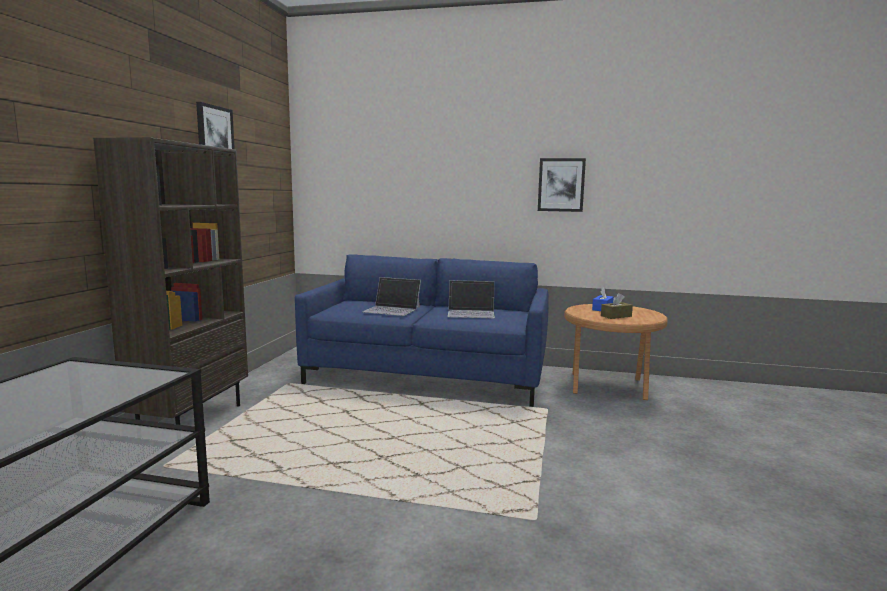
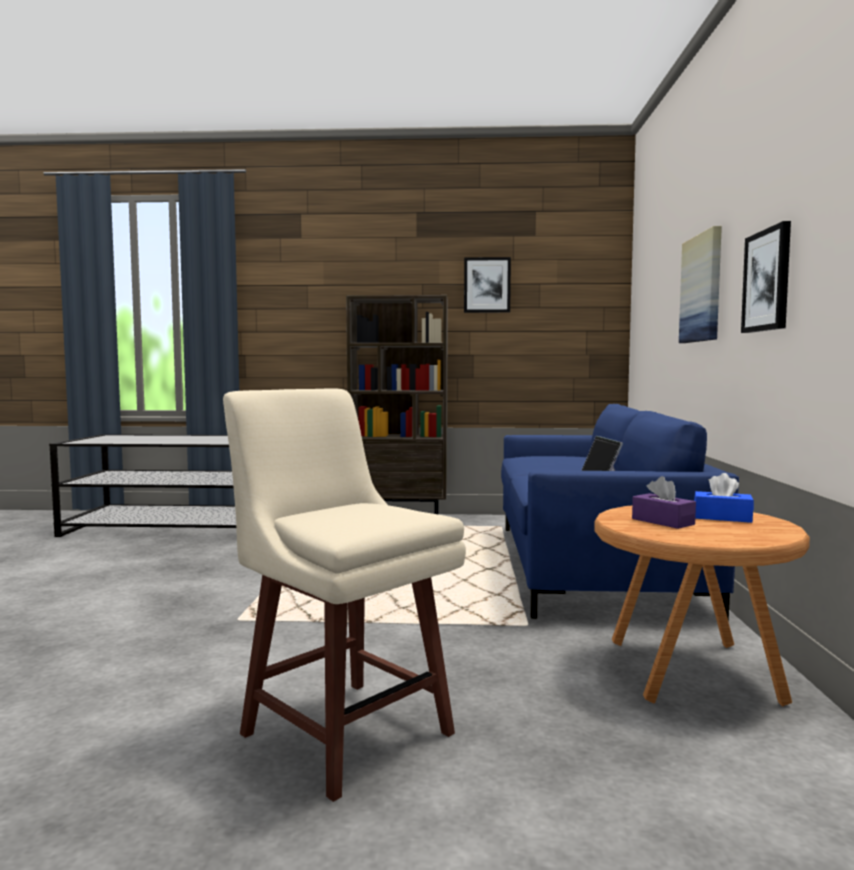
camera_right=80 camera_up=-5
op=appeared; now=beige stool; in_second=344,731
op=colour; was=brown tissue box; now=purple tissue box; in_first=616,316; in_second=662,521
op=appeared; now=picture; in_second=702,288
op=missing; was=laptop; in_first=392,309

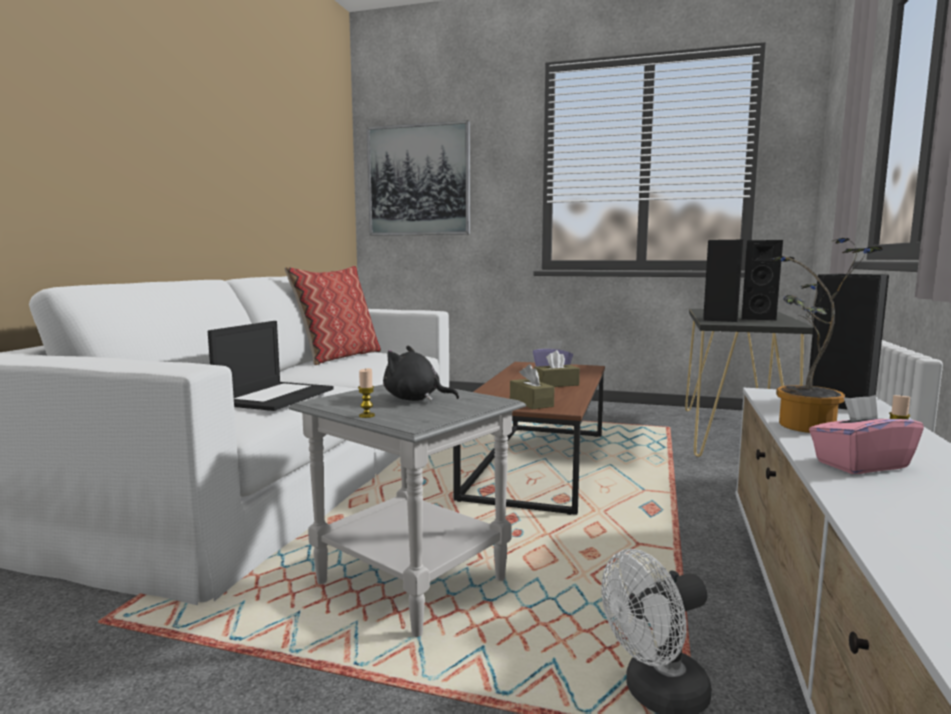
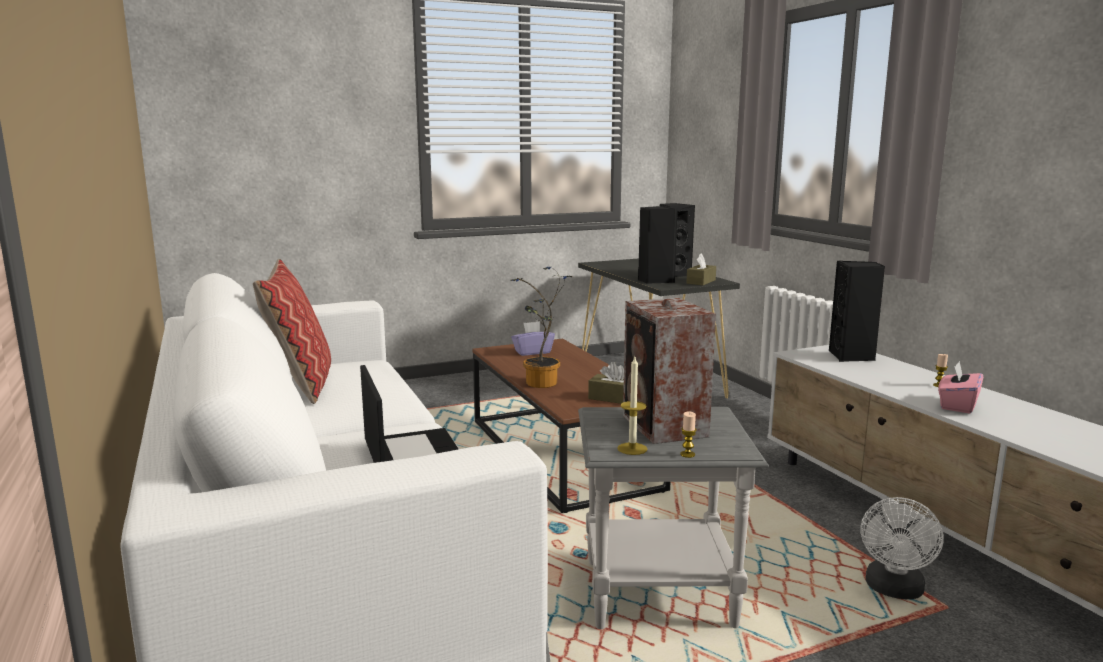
camera_right=-40 camera_up=5
op=relocated; was=potted plant; in_first=804,428; in_second=541,385
op=appeared; now=candle; in_second=632,449
op=exchanged; was=black plush toy; now=speaker; in_first=415,399; in_second=664,427
op=relocated; was=brown tissue box; in_first=556,384; in_second=701,282
op=missing; was=picture; in_first=419,180

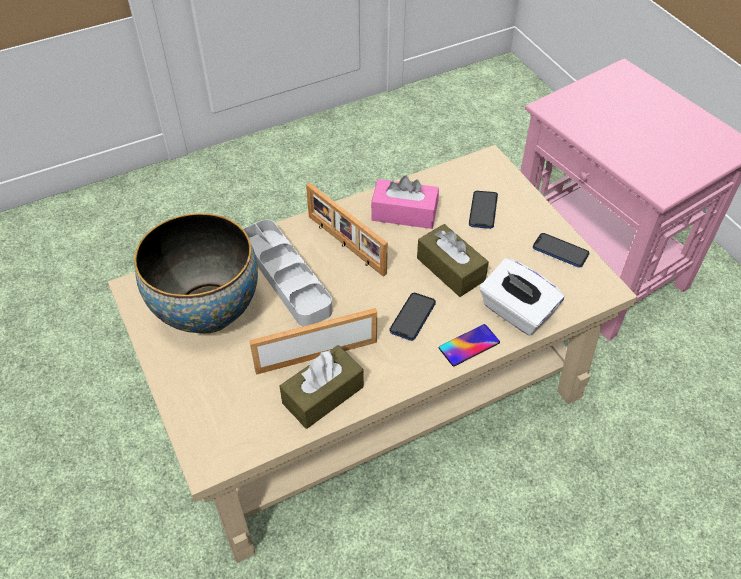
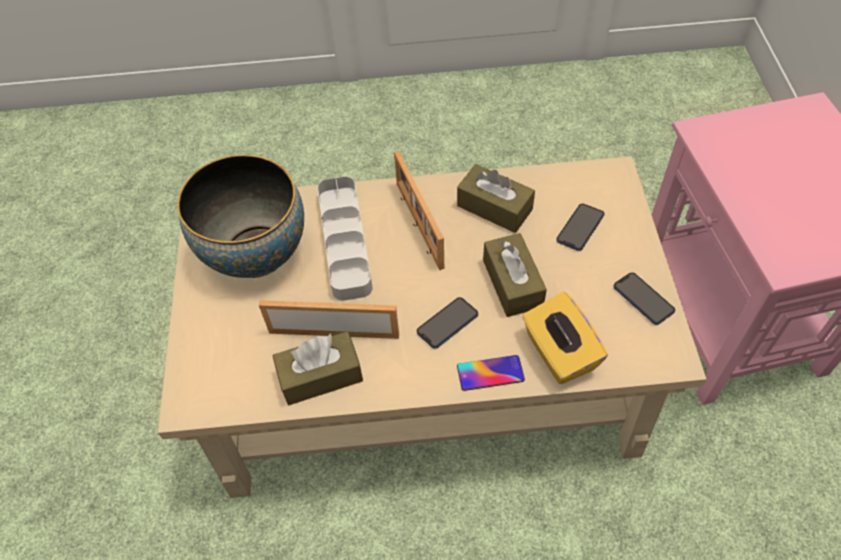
camera_right=25 camera_up=5
op=colour; was=pink tissue box; now=brown tissue box; in_first=404,213; in_second=494,207
op=colour; was=white tissue box; now=yellow tissue box; in_first=516,312; in_second=559,353

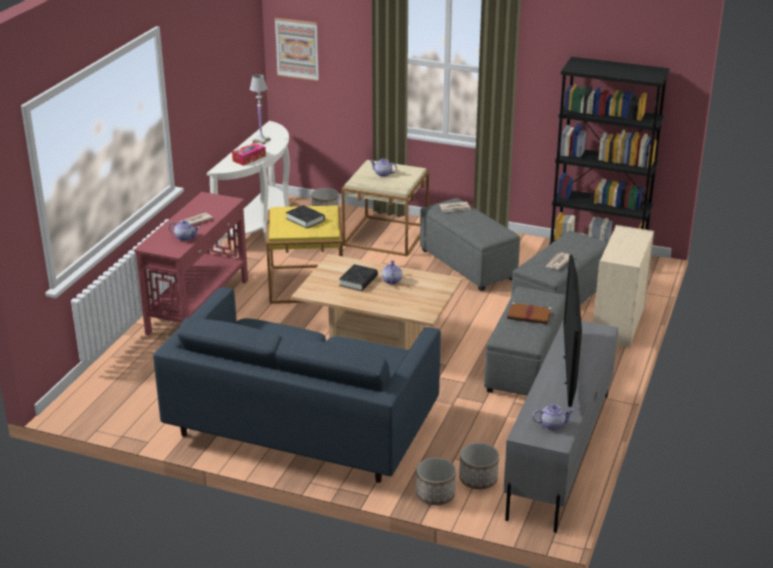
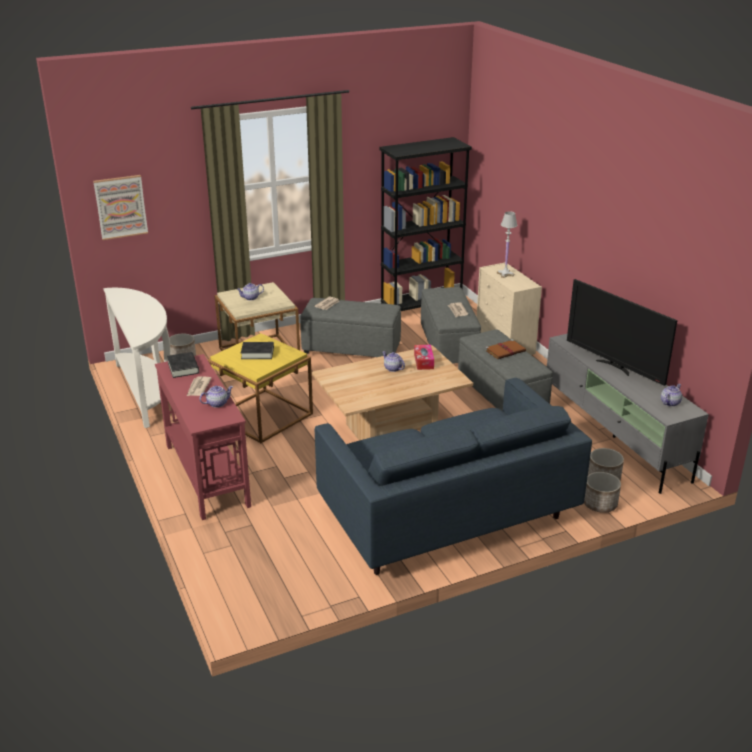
camera_right=-45 camera_up=0
op=relocated; was=black book; in_first=358,281; in_second=183,368
op=relocated; was=tissue box; in_first=249,158; in_second=423,361
op=relocated; was=white table lamp; in_first=261,140; in_second=505,274

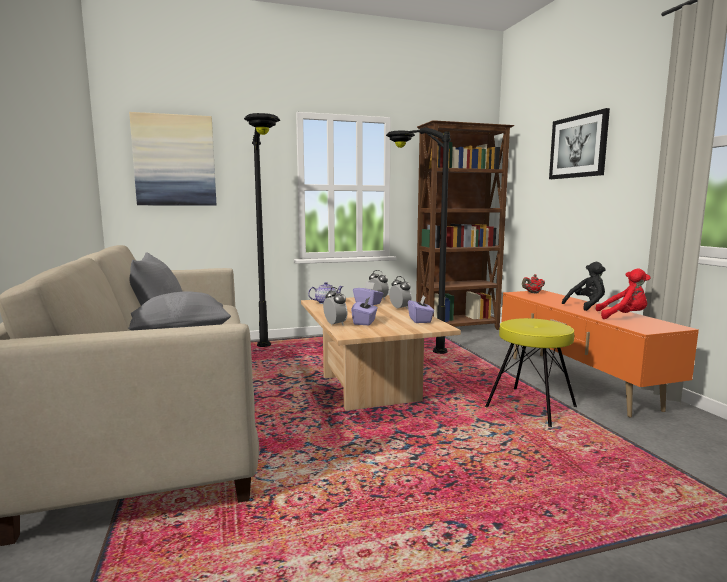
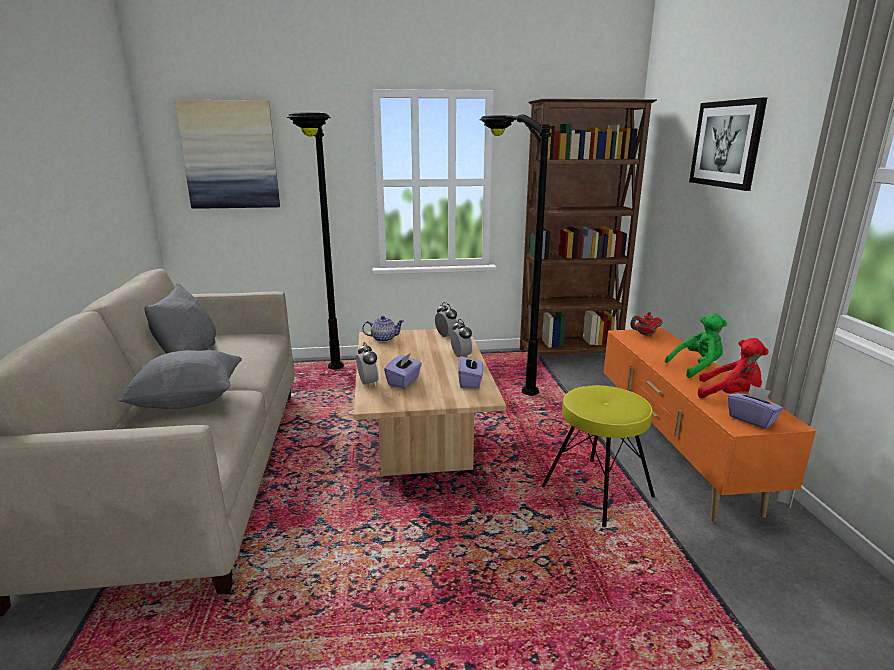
camera_right=10 camera_up=10
op=colour; was=black plush toy; now=green plush toy; in_first=586,306; in_second=697,368
op=relocated; was=purple tissue box; in_first=368,303; in_second=751,419

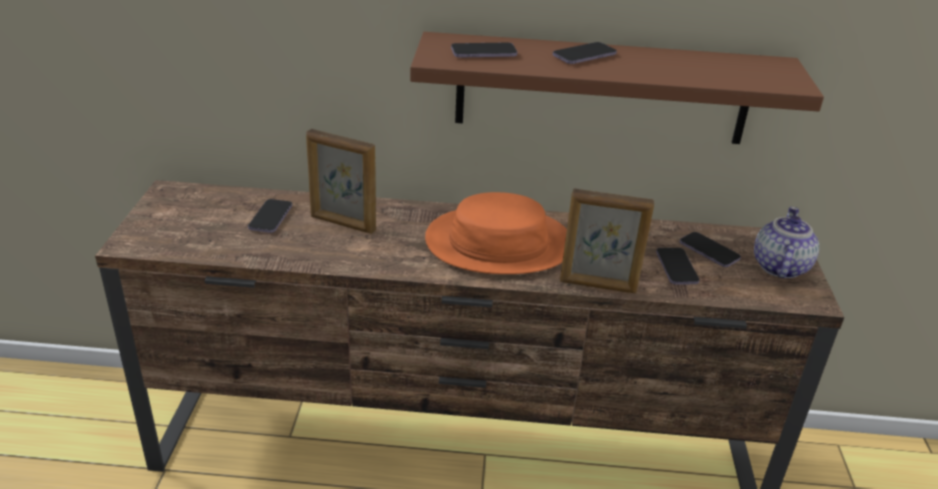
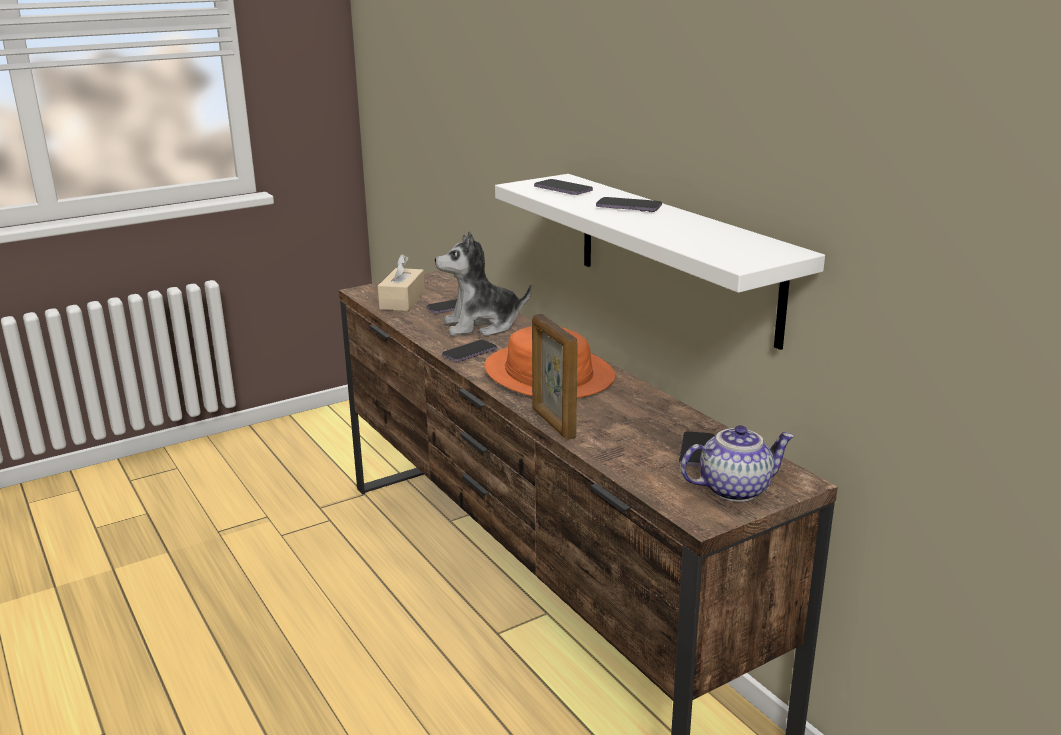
camera_right=55 camera_up=-10
op=appeared; now=beige tissue box; in_second=402,301
op=exchanged; was=picture frame; now=plush toy; in_first=342,224; in_second=482,326
op=relocated; was=phone; in_first=676,268; in_second=469,353
op=colour; was=brown shelf; now=white shelf; in_first=602,89; in_second=675,255

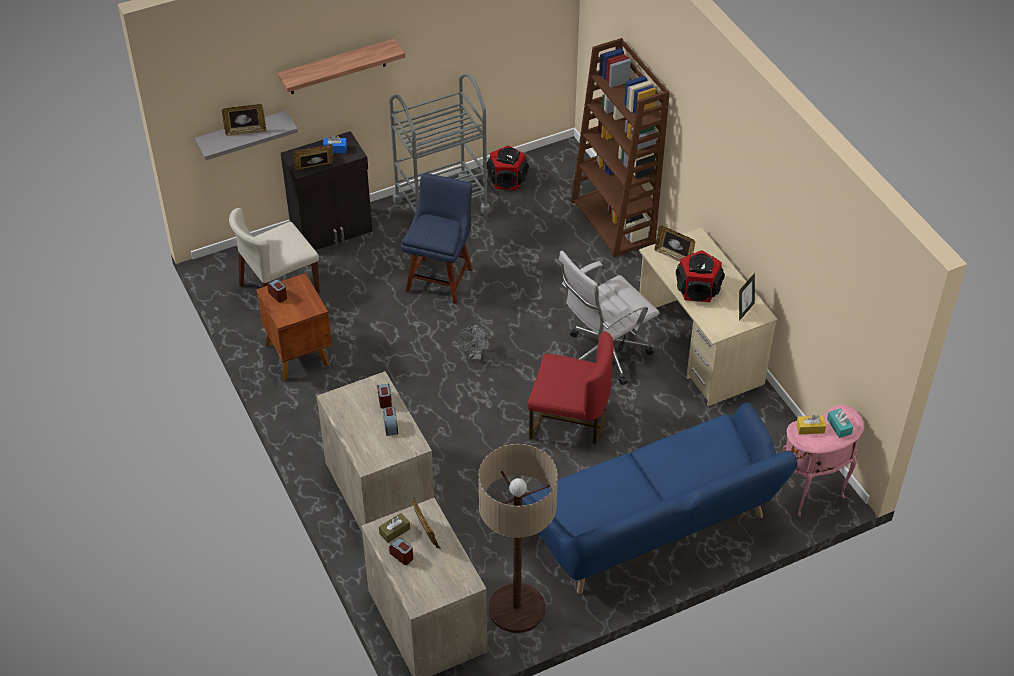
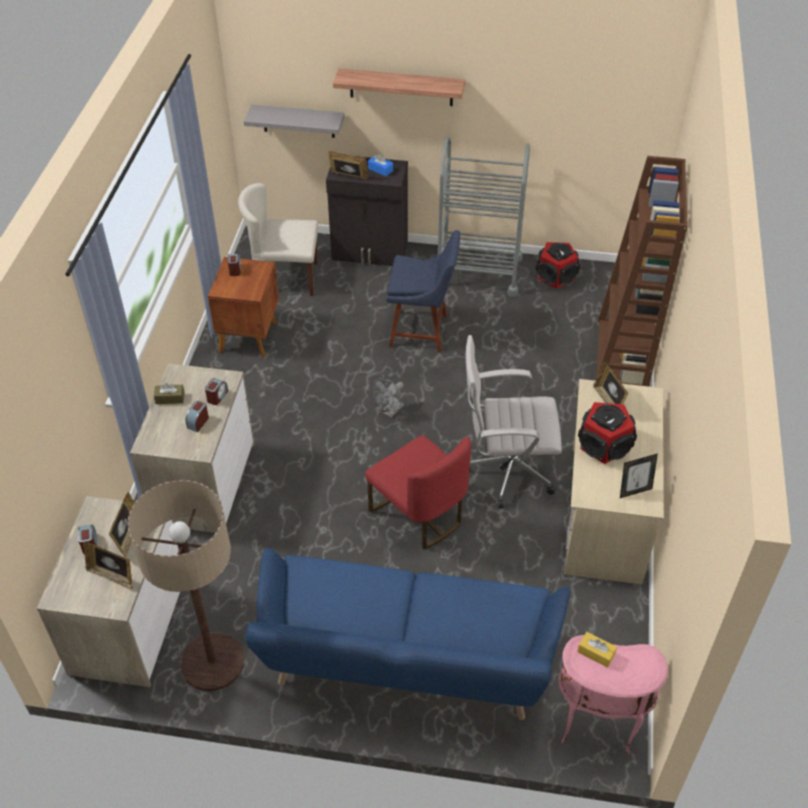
camera_right=35 camera_up=0
op=relocated; was=picture frame; in_first=245,131; in_second=112,576
op=relocated; was=brown tissue box; in_first=394,531; in_second=170,398
op=spun; was=blue chair; in_first=440,278; in_second=422,331; clockwise=45
op=missing; was=turquoise tissue box; in_first=839,426

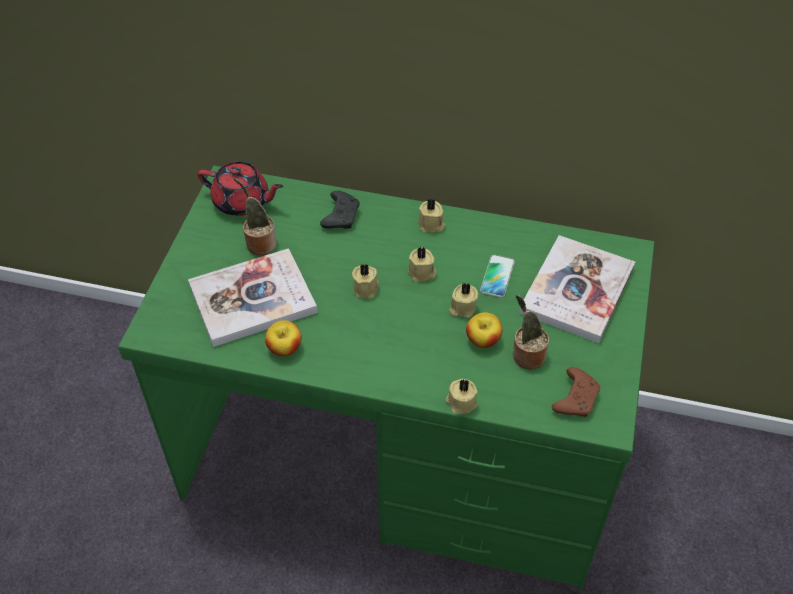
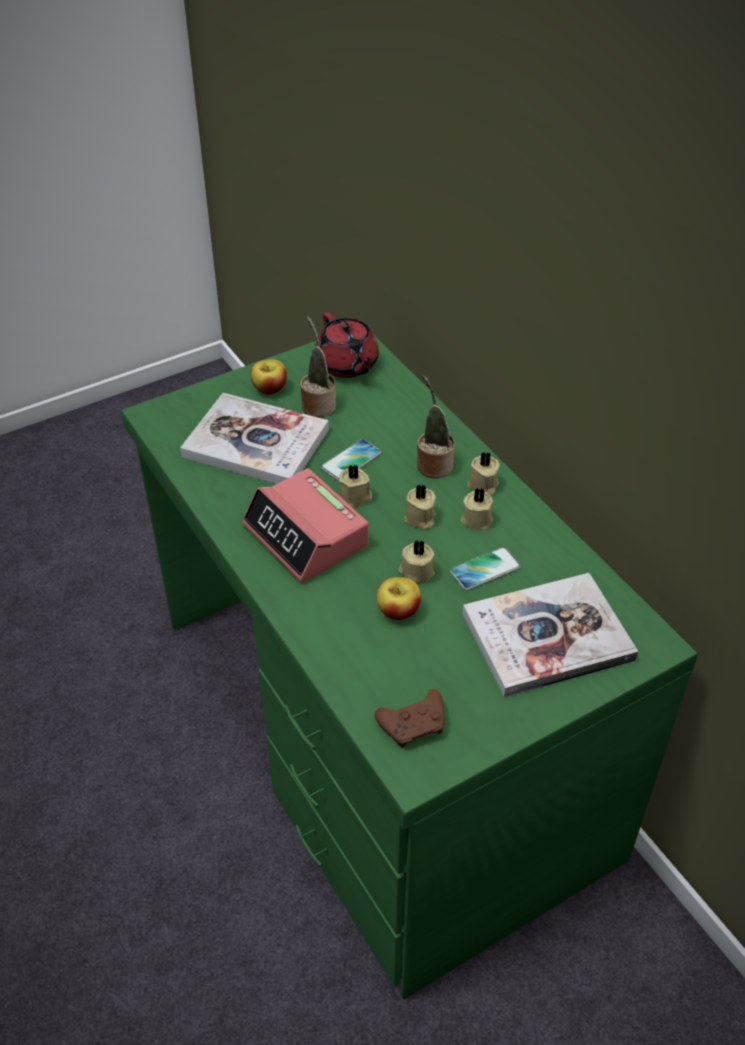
camera_right=45 camera_up=-5
op=appeared; now=alarm clock; in_second=306,536
op=relocated; was=apple; in_first=284,348; in_second=269,389
op=appeared; now=phone; in_second=351,461
op=relocated; was=potted plant; in_first=526,355; in_second=433,464
op=relocated; was=beige candle; in_first=460,402; in_second=476,519
op=missing; was=black game controller; in_first=341,216

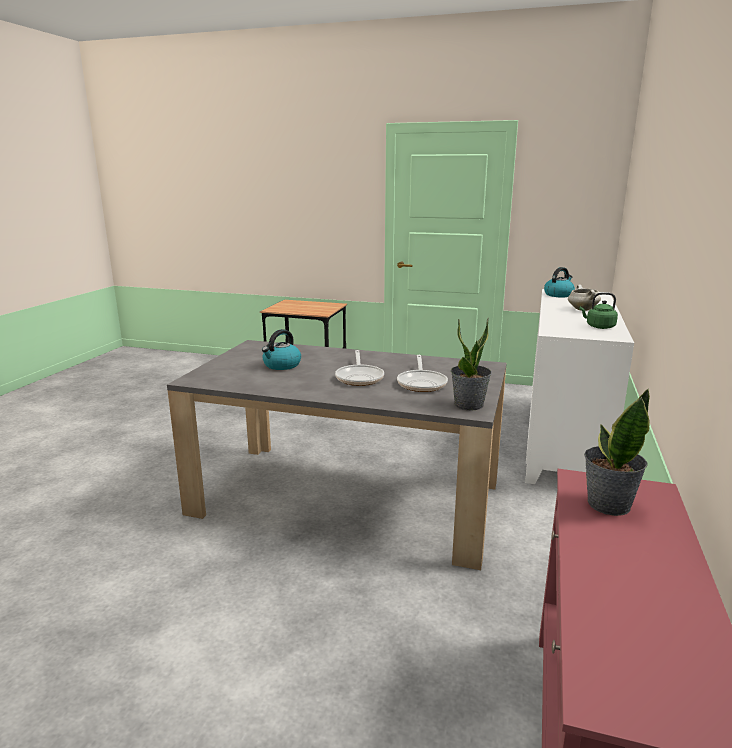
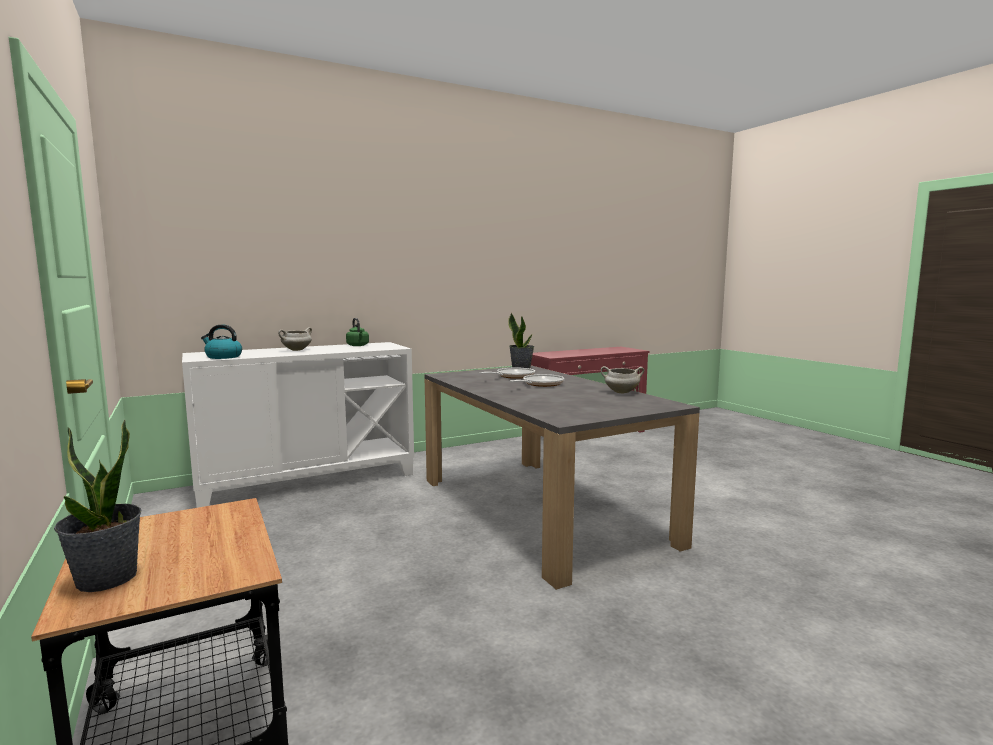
camera_right=-135 camera_up=-10
op=relocated; was=potted plant; in_first=607,504; in_second=106,579
op=appeared; now=white cooking pot; in_second=621,392
op=missing; was=kettle; in_first=281,365

